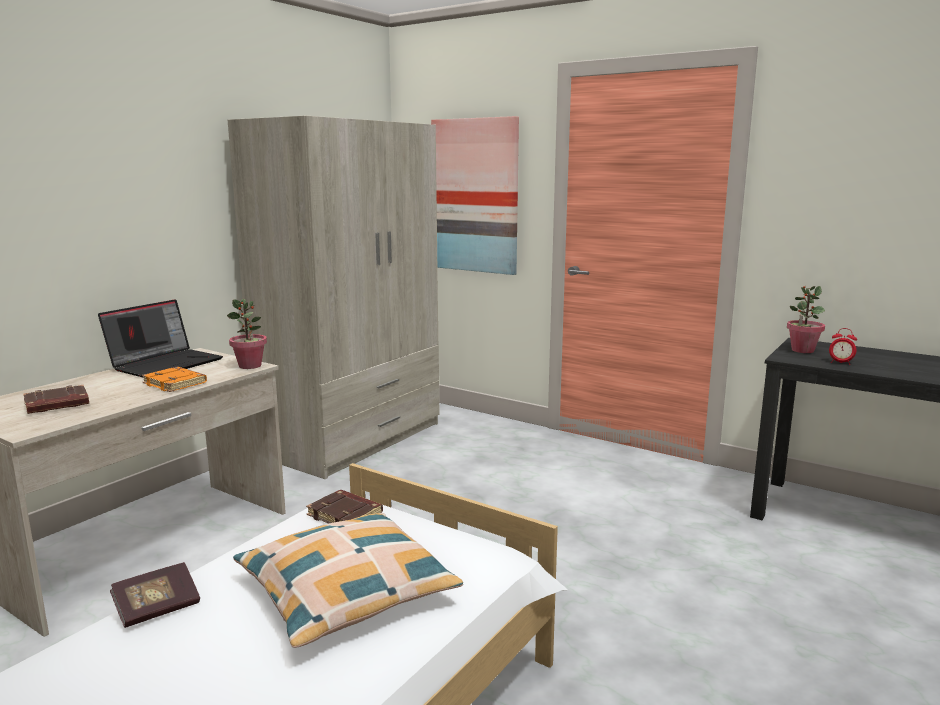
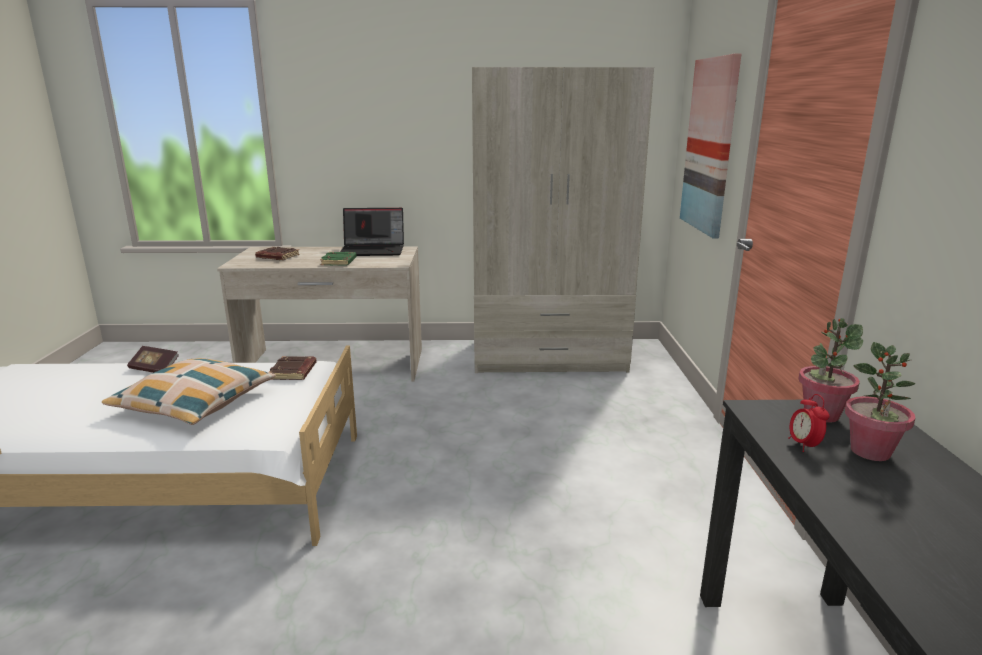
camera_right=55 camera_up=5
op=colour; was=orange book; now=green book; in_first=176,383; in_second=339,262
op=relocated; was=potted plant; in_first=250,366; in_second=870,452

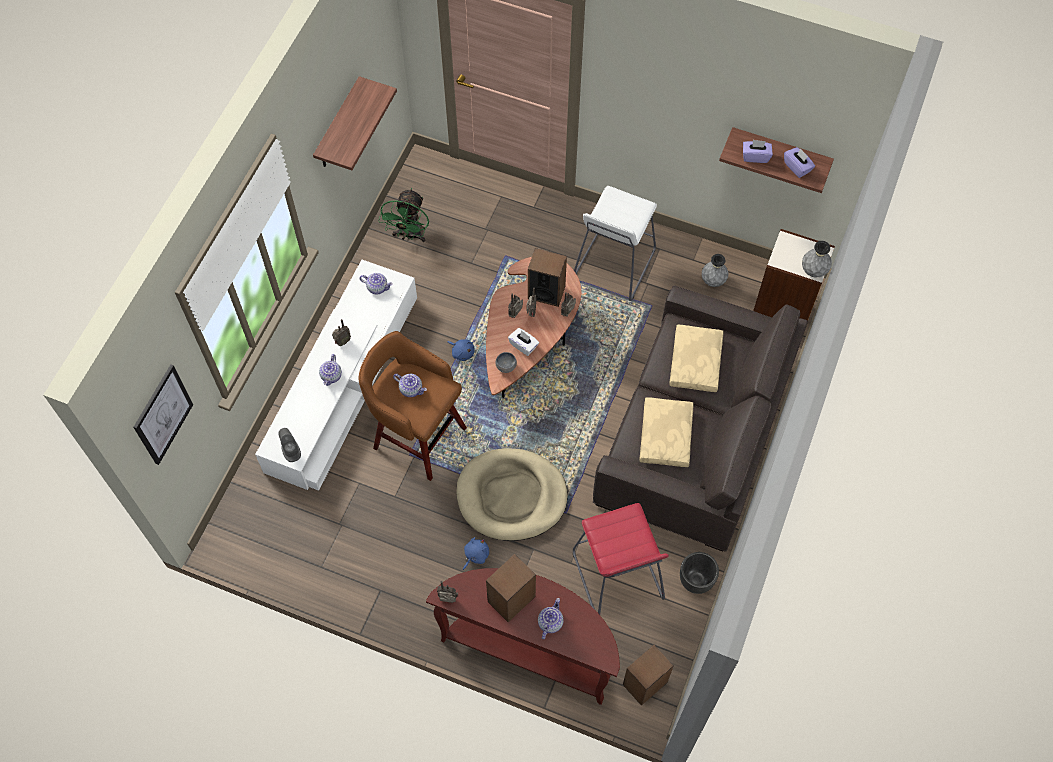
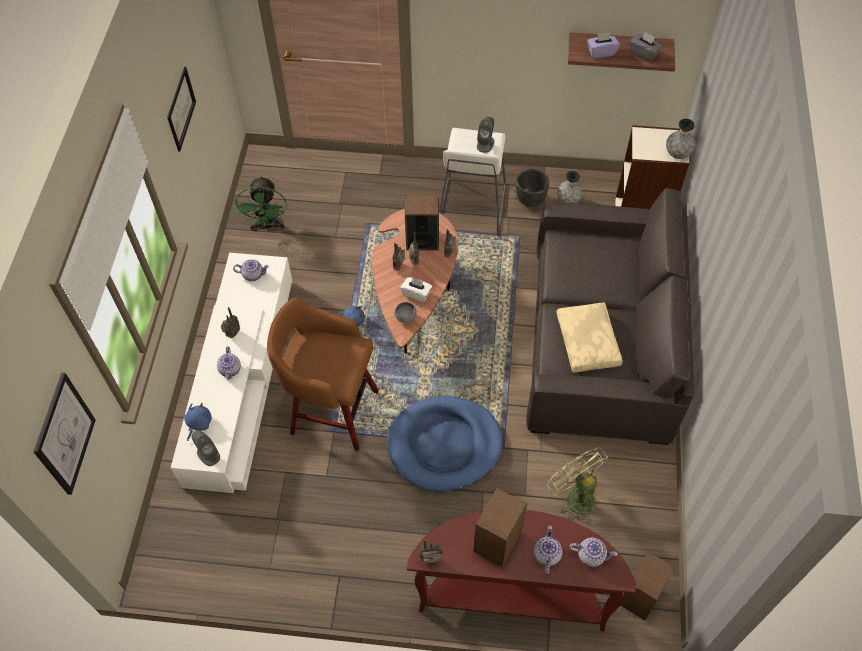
camera_right=-15 camera_up=-5
op=exchanged; was=shelf; now=picture; in_first=338,126; in_second=181,109
op=relocated; was=blue plush toy; in_first=475,555; in_second=198,424
op=colour; was=beige dog bed; now=blue dog bed; in_first=511,496; in_second=444,445
op=appeared; now=grey speaker; in_second=485,143
op=relocated; was=black planter; in_first=696,581; in_second=530,200
op=exchanged; was=red stool; now=green fan; in_first=617,576; in_second=575,496
op=relocated; was=teapot; in_first=411,389; in_second=591,555
op=colour; was=purple tissue box; now=grey tissue box; in_first=797,167; in_second=644,53
op=missing; was=beige pillow; in_first=696,363

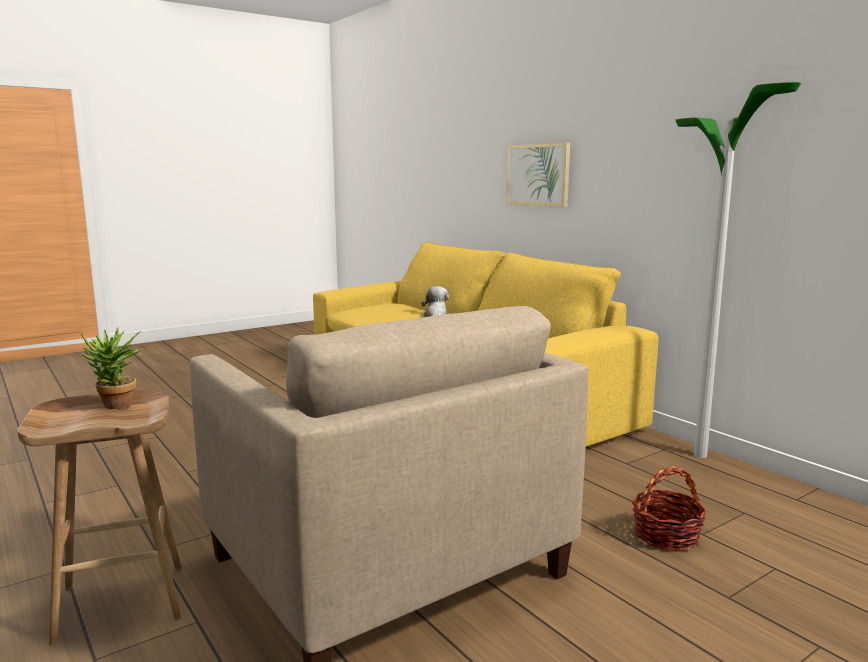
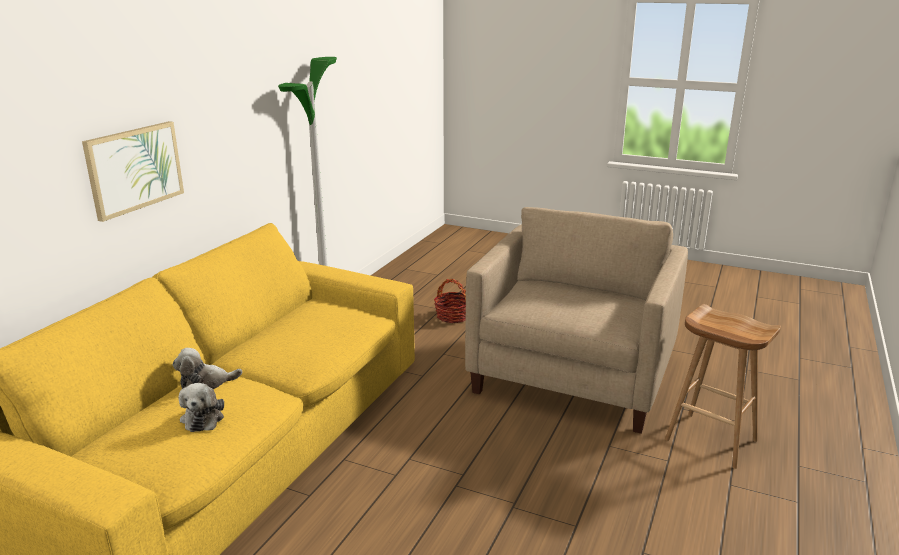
camera_right=-120 camera_up=10
op=appeared; now=plush toy; in_second=203,417
op=missing; was=potted plant; in_first=116,406

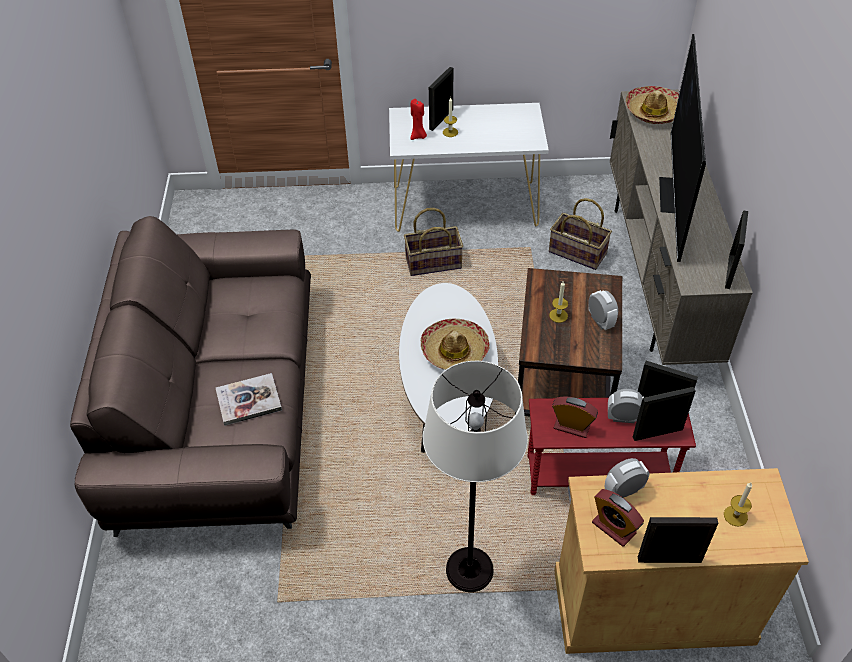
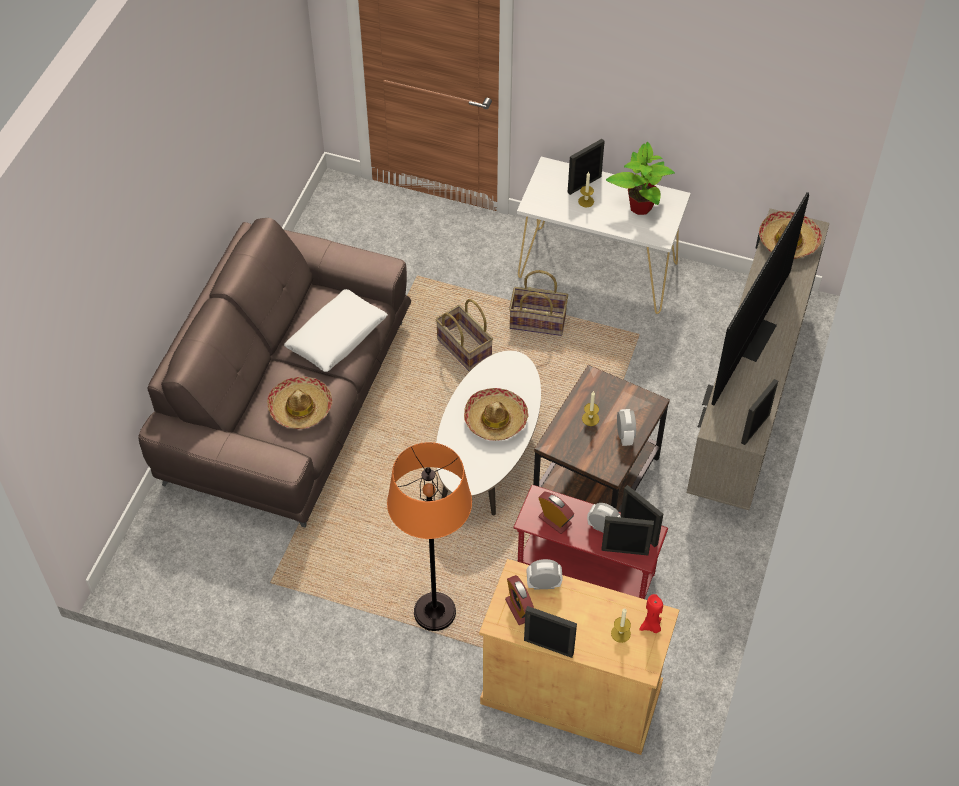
camera_right=20 camera_up=5
op=exchanged; was=book; now=hat; in_first=249,400; in_second=300,408
op=appeared; now=white pillow; in_second=337,337
op=colour; was=white floor lamp; now=orange floor lamp; in_first=469,570; in_second=435,612
op=relocated; was=basket; in_first=577,253; in_second=463,348
op=appeared; now=potted plant; in_second=640,206
op=relocated; was=red candle; in_first=418,136; in_second=651,626

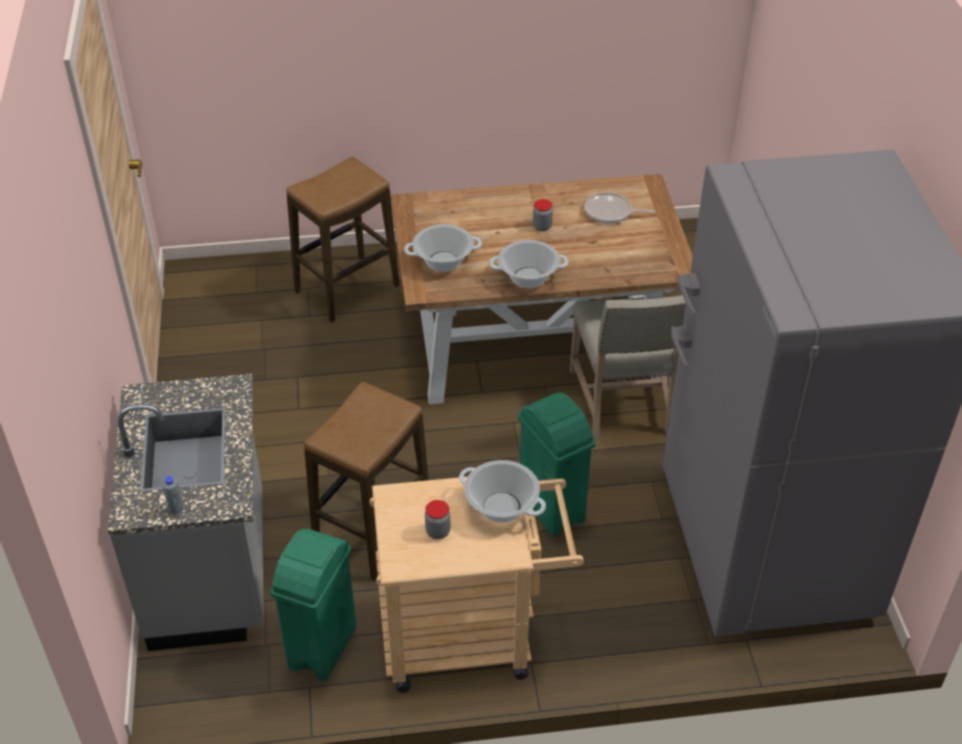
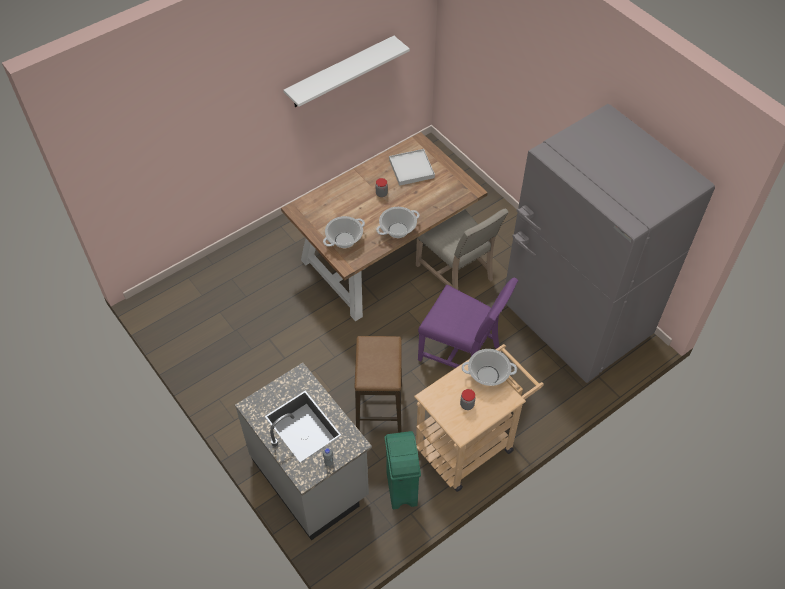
camera_right=-30 camera_up=10
op=appeared; now=white shelf; in_second=340,72
op=exchanged; was=frying pan; now=white tray; in_first=610,212; in_second=411,169
op=exchanged; was=green trash can; now=purple chair; in_first=551,509; in_second=462,352
op=missing; was=stool; in_first=347,289

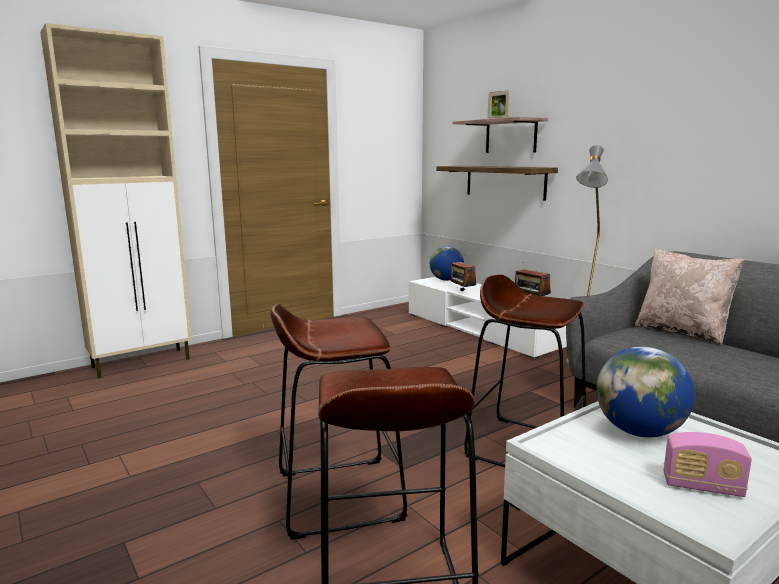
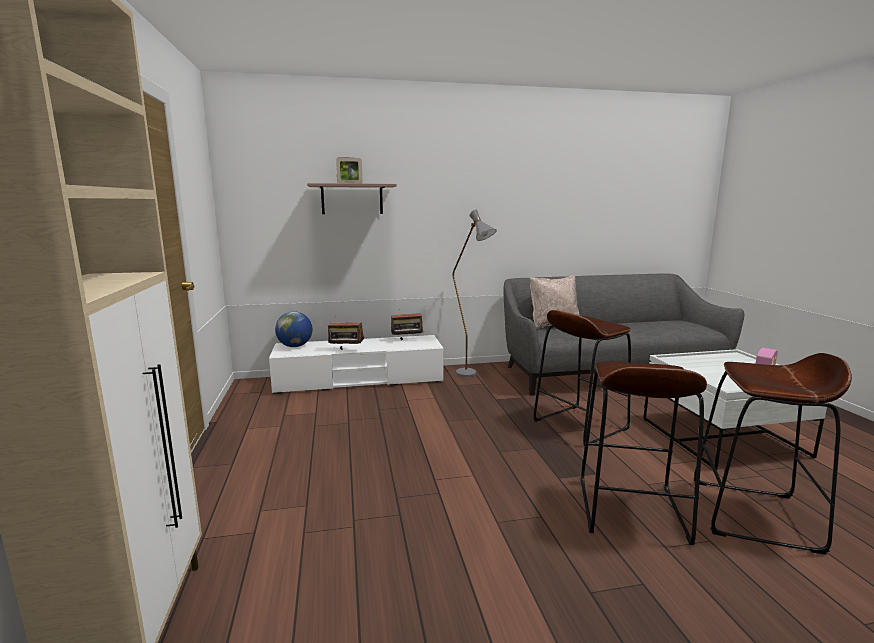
camera_right=-65 camera_up=0
op=missing; was=shelf; in_first=504,182
op=missing; was=globe; in_first=639,431

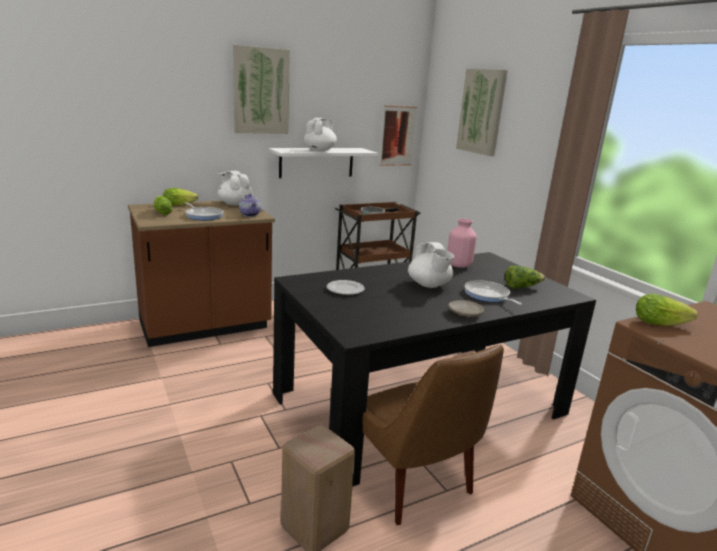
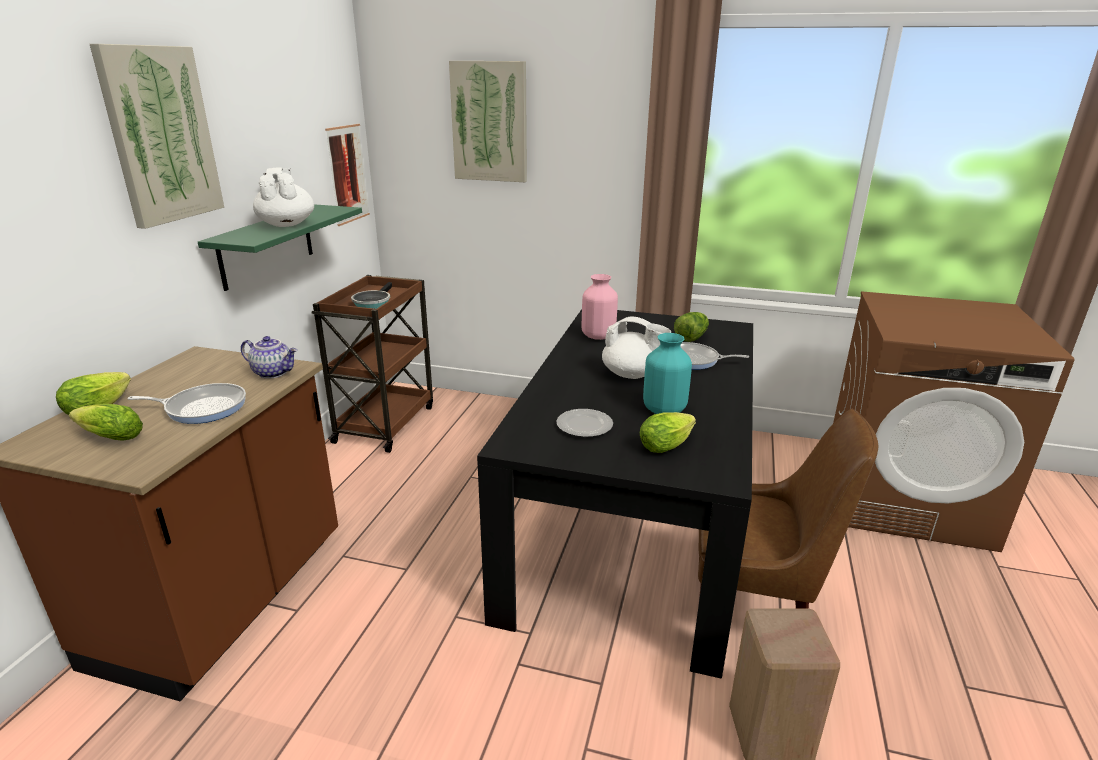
camera_right=-45 camera_up=5
op=colour; was=white shelf; now=green shelf; in_first=316,162; in_second=267,246
op=relocated; was=lettuce; in_first=663,323; in_second=668,444
op=appeared; now=turquoise vase; in_second=664,409
op=missing; was=white teapot; in_first=234,204
op=missing; was=beige plate; in_first=465,313

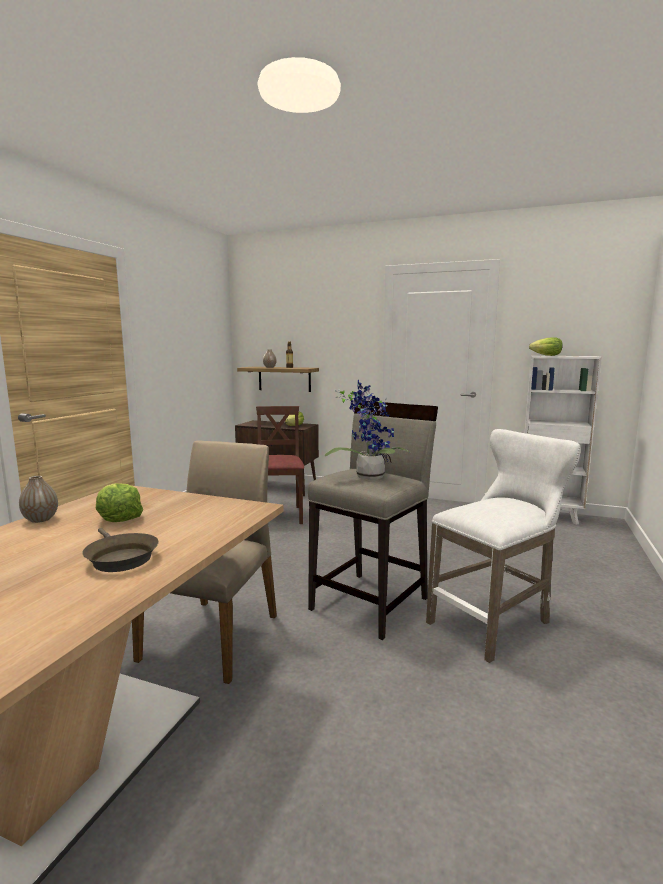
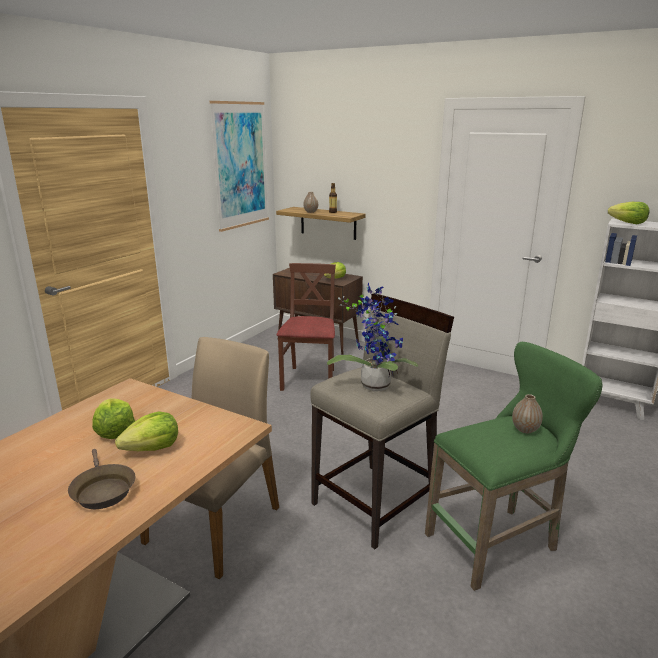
camera_right=10 camera_up=10
op=appeared; now=lettuce; in_second=152,448
op=appeared; now=picture; in_second=240,165
op=colour; was=white stool; now=green stool; in_first=495,622; in_second=498,542
op=relocated; was=vase; in_first=40,519; in_second=525,429

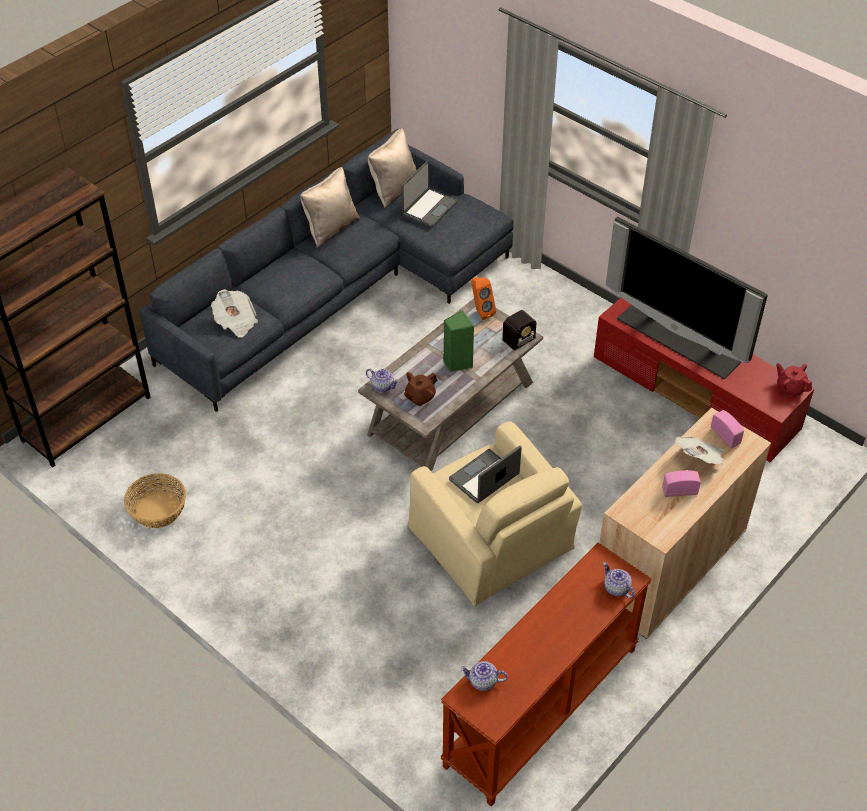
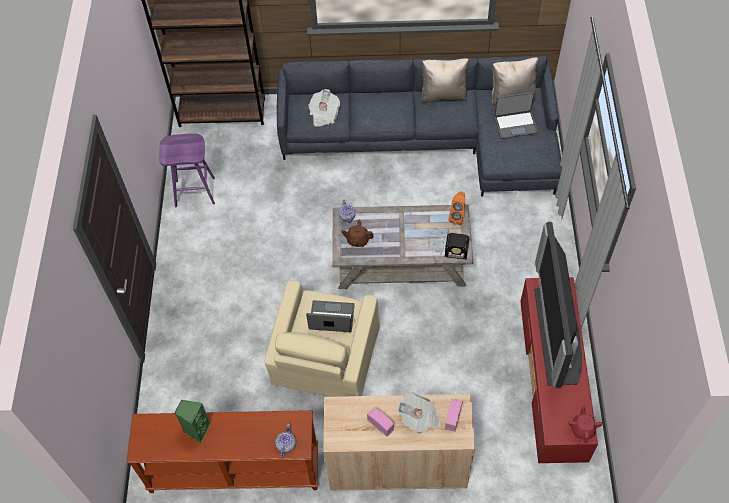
camera_right=50 camera_up=10
op=exchanged; was=basket; now=purple stool; in_first=158,510; in_second=195,191
op=relocated; was=green speaker; in_first=457,363; in_second=197,430
op=missing; was=teapot; in_first=483,682

